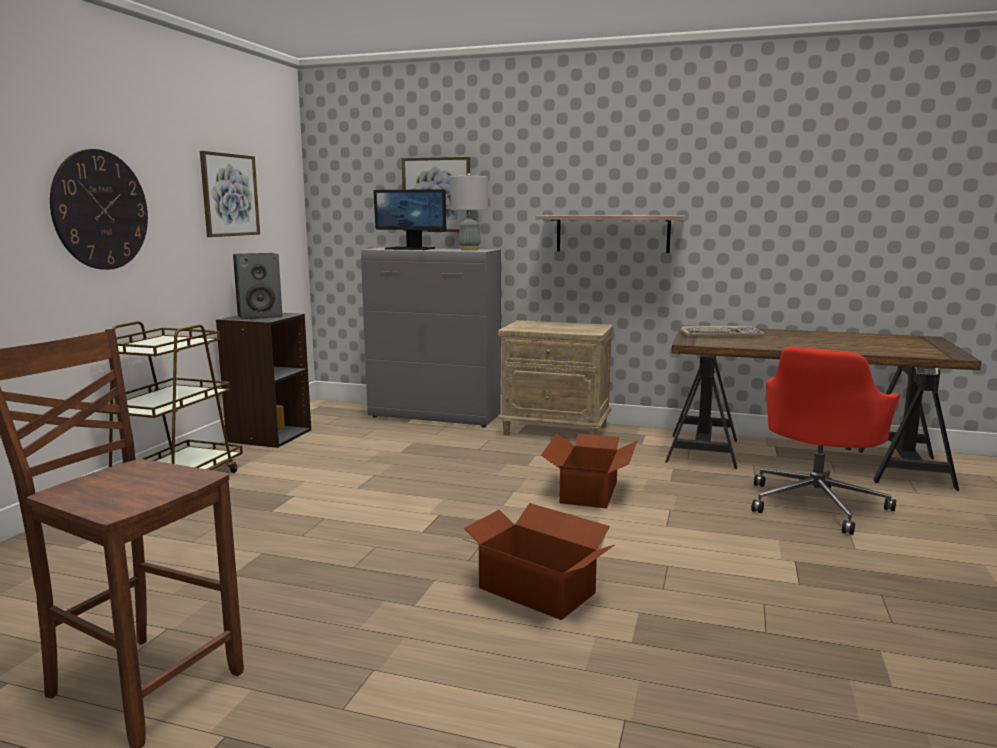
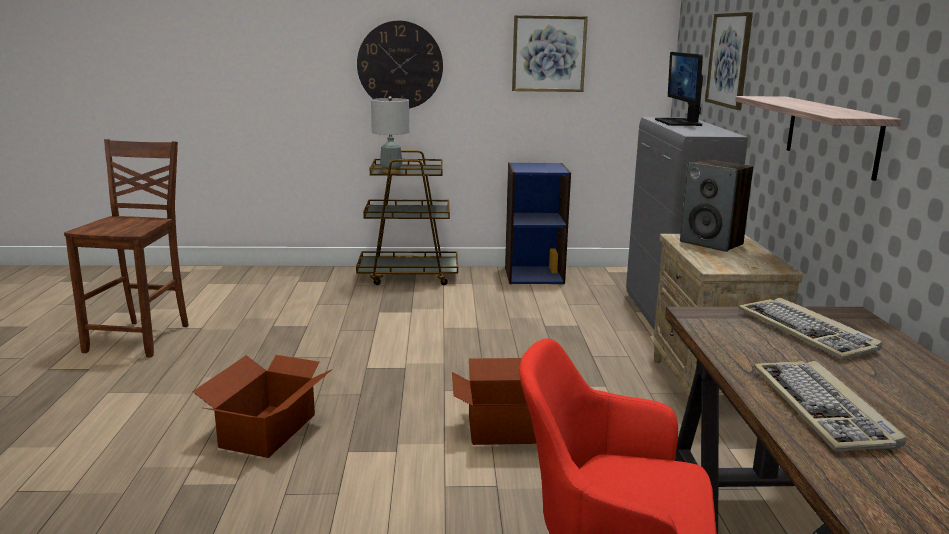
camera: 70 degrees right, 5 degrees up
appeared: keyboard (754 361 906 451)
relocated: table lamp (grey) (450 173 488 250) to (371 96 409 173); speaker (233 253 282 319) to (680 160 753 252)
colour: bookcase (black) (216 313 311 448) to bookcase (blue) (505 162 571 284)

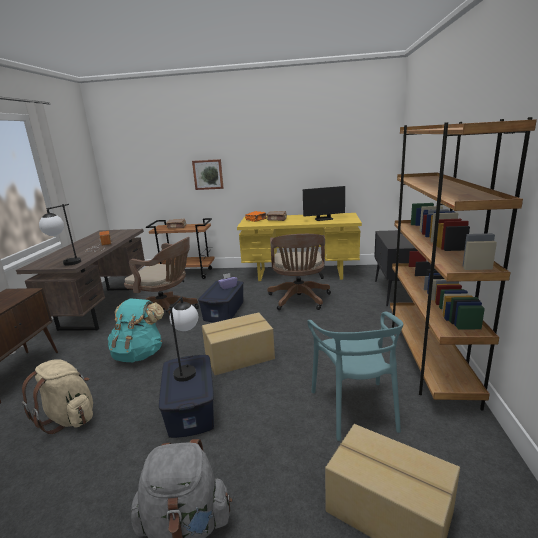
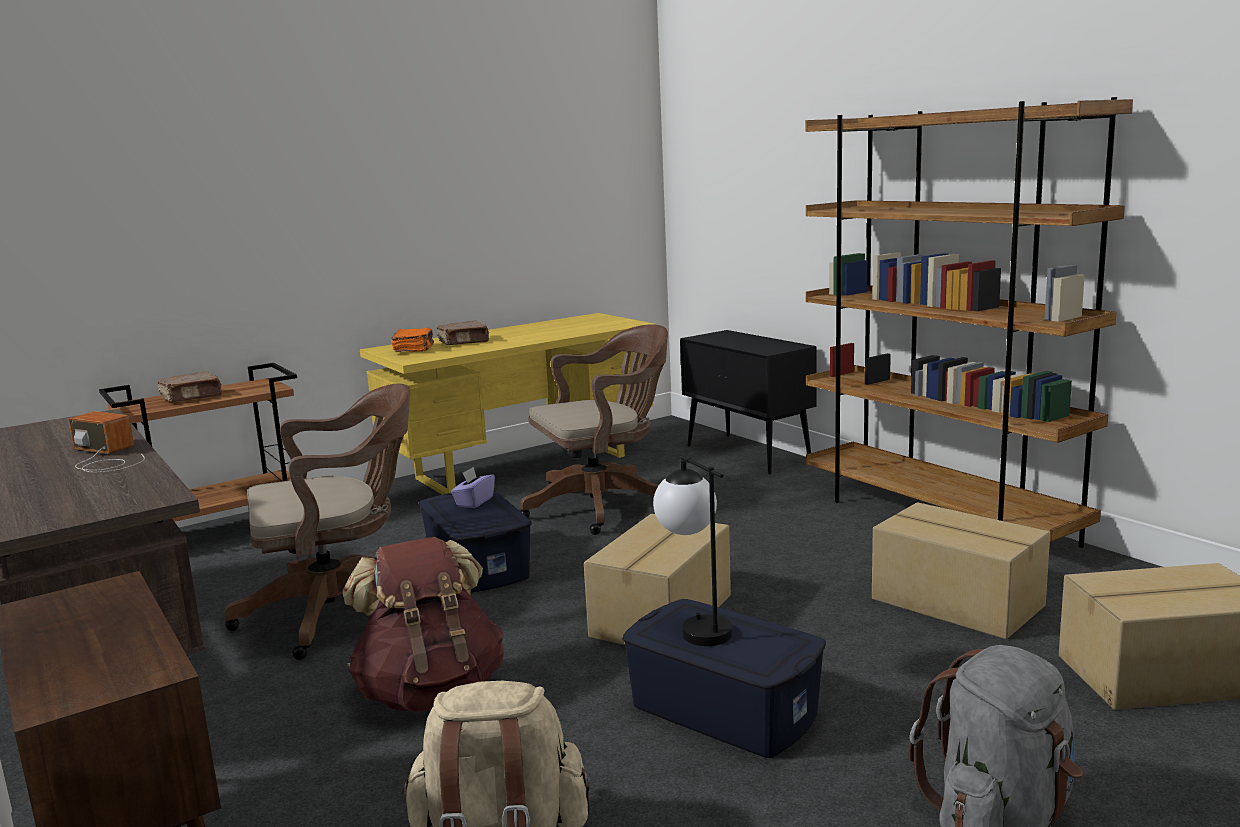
camera: 40 degrees left, 5 degrees down
missing: table lamp (39 204 81 265); picture (192 159 223 190); monitor (303 186 345 221)
exchanged: chair (turquoise) (308 312 403 441) to cardboard box (872 502 1050 639)
colour: backpack (turquoise) (108 298 164 362) to backpack (brown) (343 537 504 712)
spun: office chair (brown) (267 234 331 310) = (520 324 668 535) 75 degrees counterclockwise

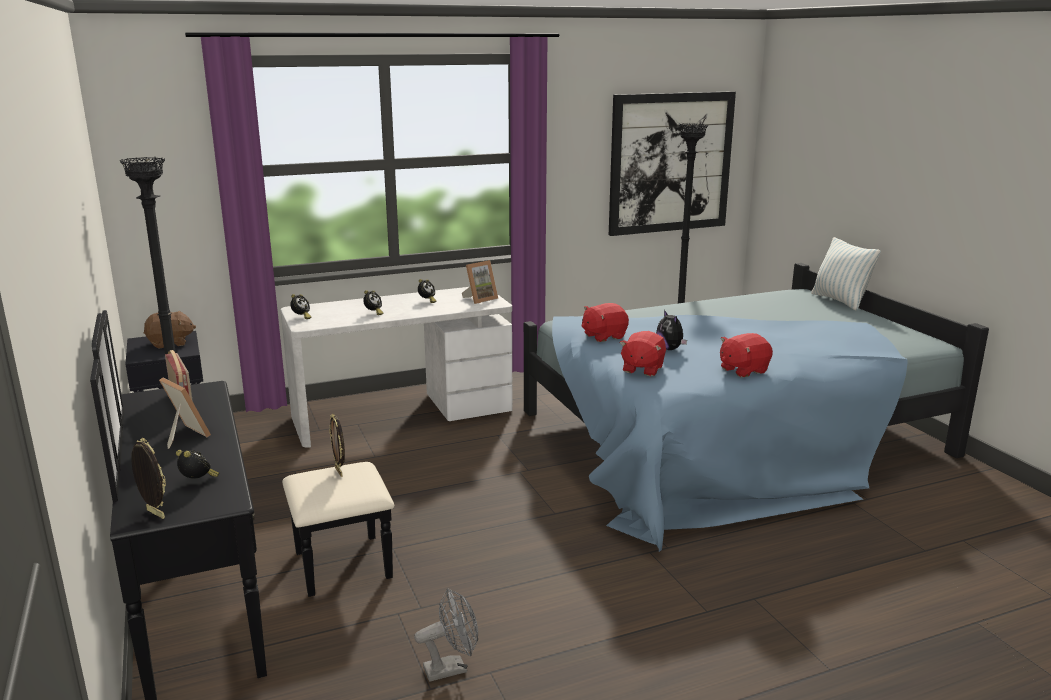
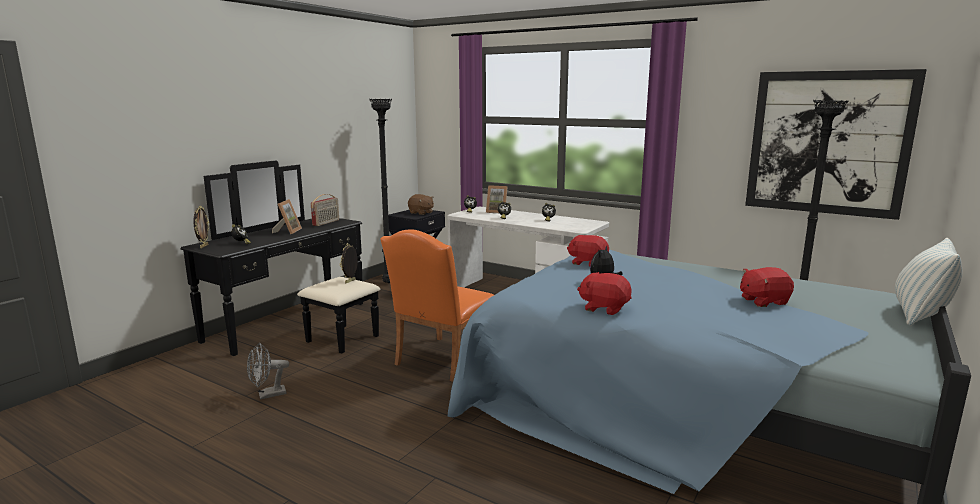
camera: 55 degrees right, 5 degrees down
appeared: chair (orange) (380 229 494 382)
relocated: picture frame (462 260 498 304) to (486 185 507 213); plush toy (red) (619 331 666 376) to (740 267 794 307)
spun: fan (grey) (414 588 478 682) = (247 343 289 399) 120 degrees clockwise

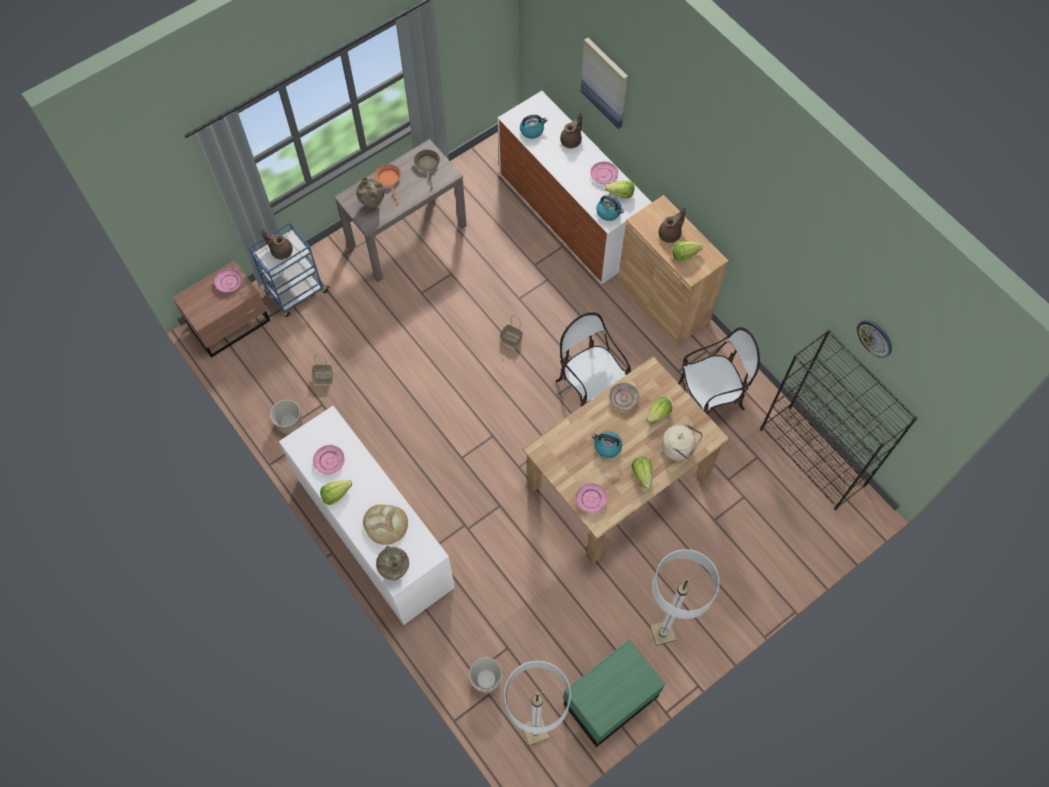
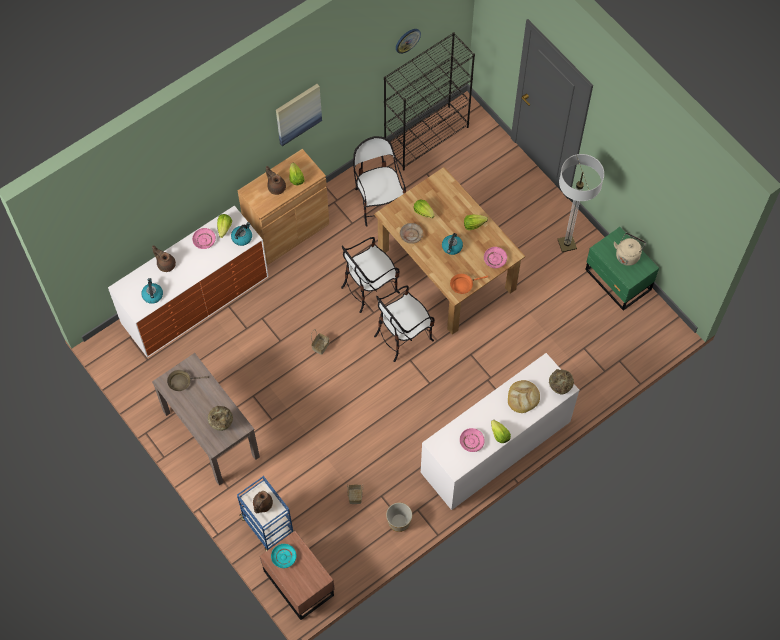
camera: 90 degrees left, 0 degrees up
missing: planter (469 657 502 694); floor lamp (504 661 571 746)
appeared: chair (374 285 435 362)
relocated: picture (581 38 628 129) to (276 84 322 146); frying pan (orange) (375 164 401 204) to (450 274 488 294); kettle (beige) (662 421 703 461) to (614 233 646 266)
colour: plate (pink) (214 268 242 293) to plate (turquoise) (271 544 297 568)

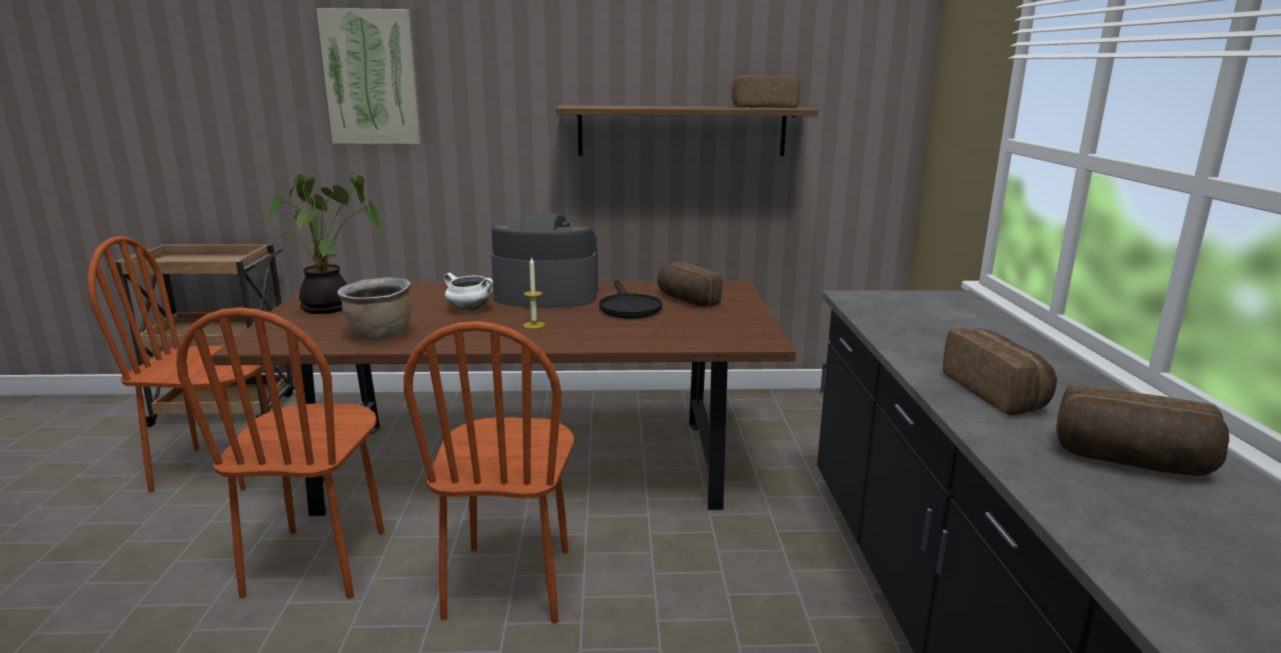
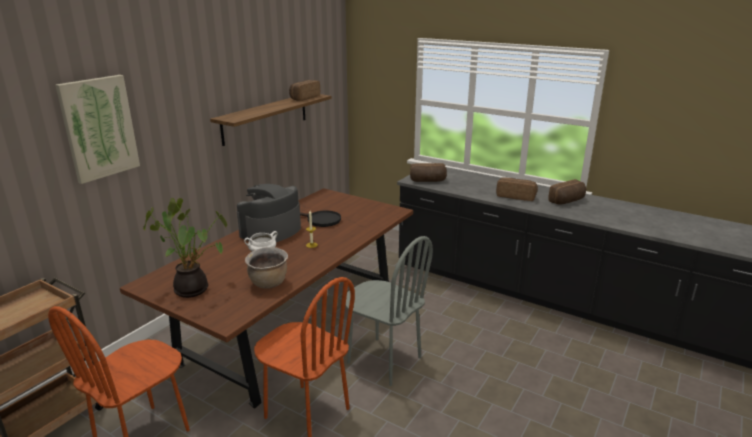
camera: 55 degrees left, 5 degrees up
relocated: bread (657 261 722 306) to (410 163 447 182)
colour: chair (brown) (404 321 574 624) to chair (grey) (345 236 433 386)

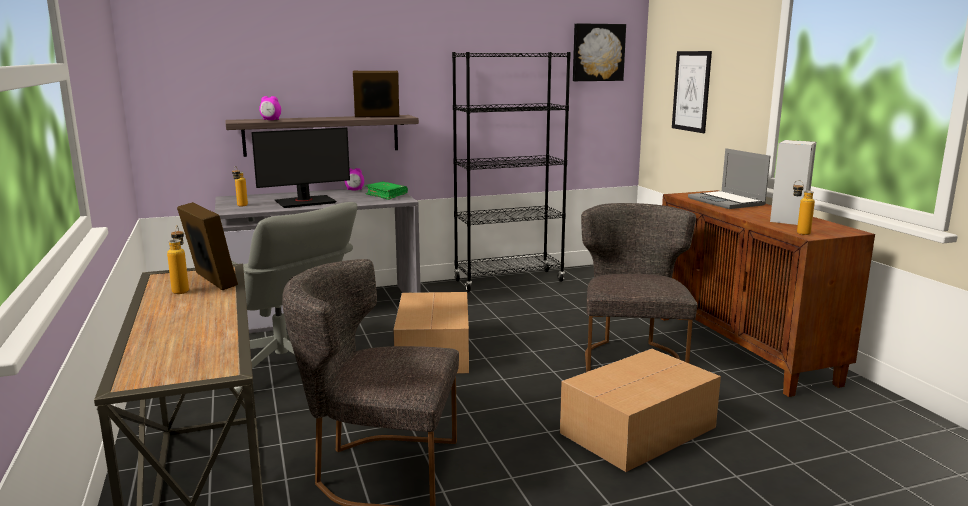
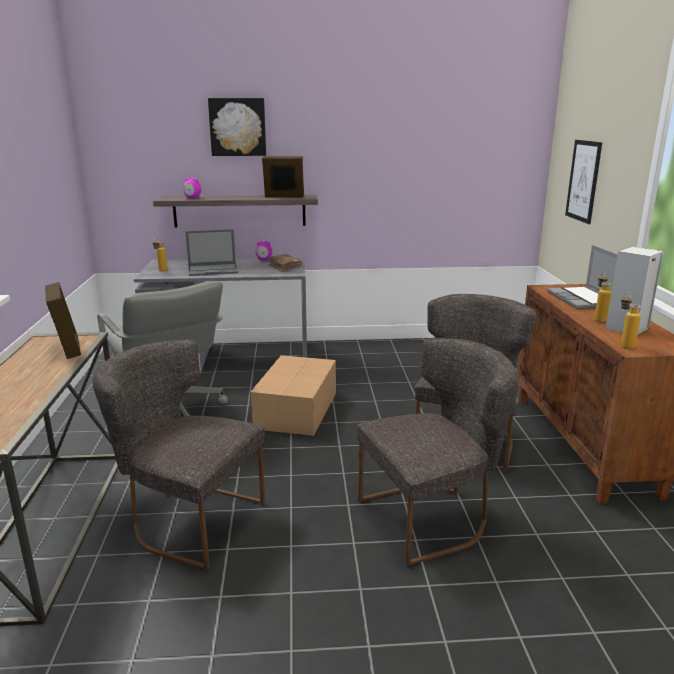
camera: 15 degrees right, 5 degrees up
missing: bookcase (black) (452 52 571 292)
relocated: picture (573 23 626 81) to (208 98 266 156); bottle (167 225 189 294) to (594 272 611 323)
exchanged: monitor (251 127 350 208) to laptop (185 229 238 276); cardboard box (560 349 721 472) to chair (grey) (357 338 519 566)
colour: book (green) (365 182 408 200) to book (brown) (268 254 302 272)

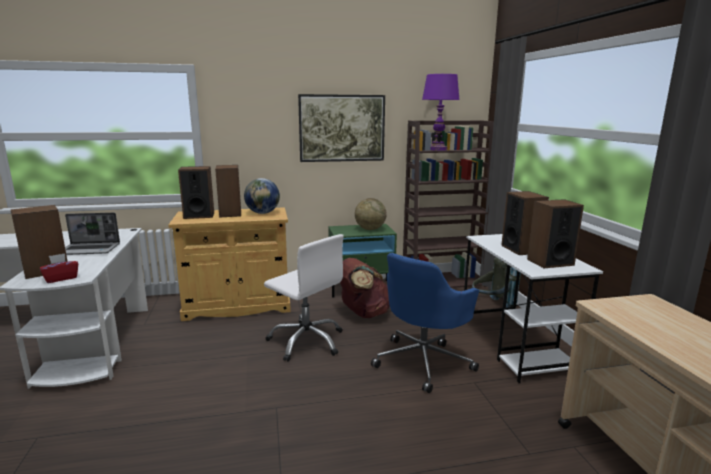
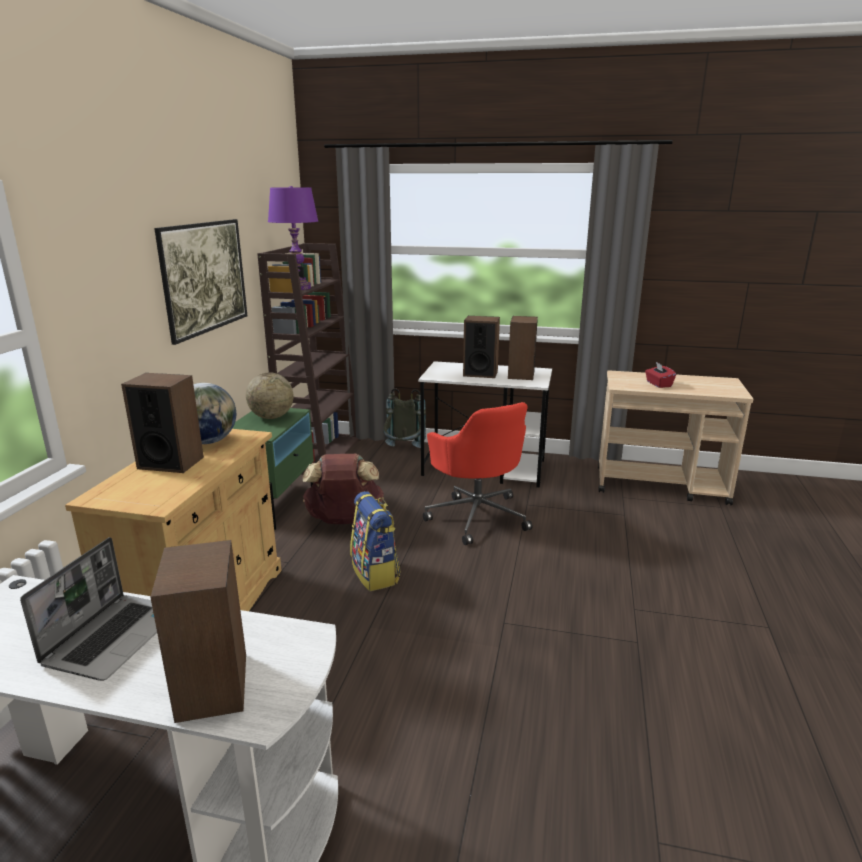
camera: 65 degrees left, 5 degrees up
missing: speaker (178 166 214 219)
relocated: tissue box (red) (40 253 78 283) to (645 362 676 388)
exchanged: office chair (white) (264 234 344 362) to backpack (350 491 401 591)
colour: office chair (blue) (371 253 479 393) to office chair (red) (423 402 533 545)

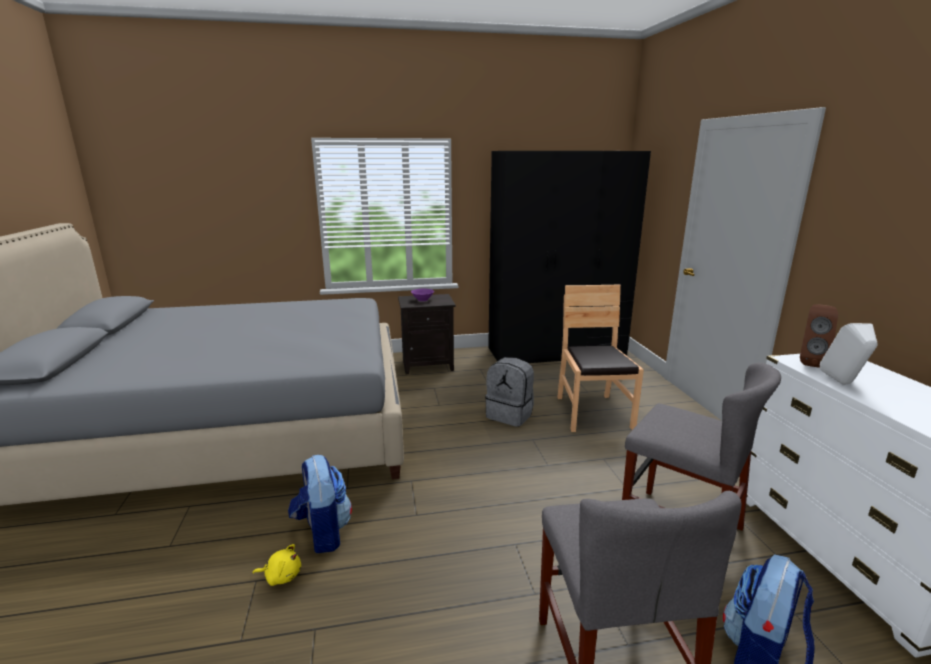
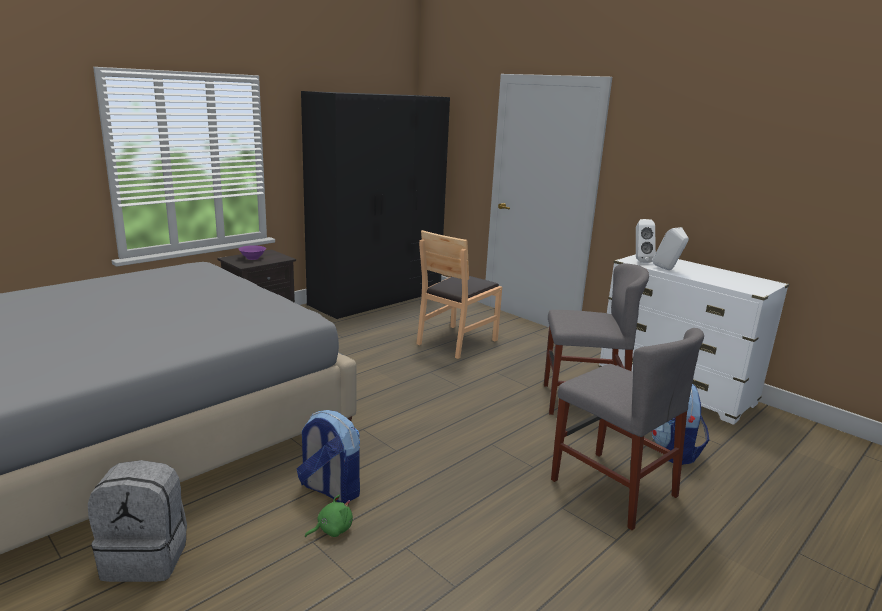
camera: 35 degrees left, 0 degrees up
relocated: backpack (grey) (485 357 534 427) to (88 460 187 582)
colour: plush toy (yellow) (252 544 301 586) to plush toy (green) (305 495 353 537); speaker (brown) (800 304 838 368) to speaker (white) (636 219 656 263)
spun: chair (brown) (557 285 644 432) = (416 230 502 359) 105 degrees counterclockwise

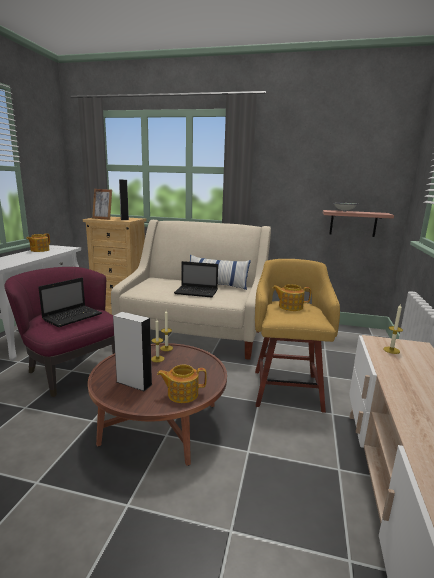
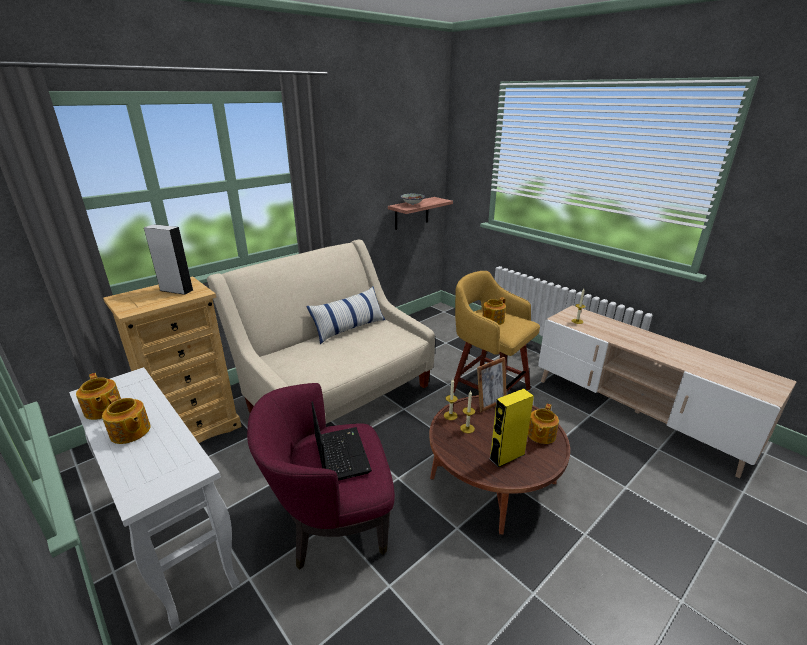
camera: 55 degrees left, 10 degrees up
missing: laptop (174 261 218 298)
appeared: teapot (102 395 151 444)
relocated: picture frame (92 189 112 220) to (477 357 507 412)
colour: speaker (grey) (113 312 153 391) to speaker (yellow) (489 388 534 468)

